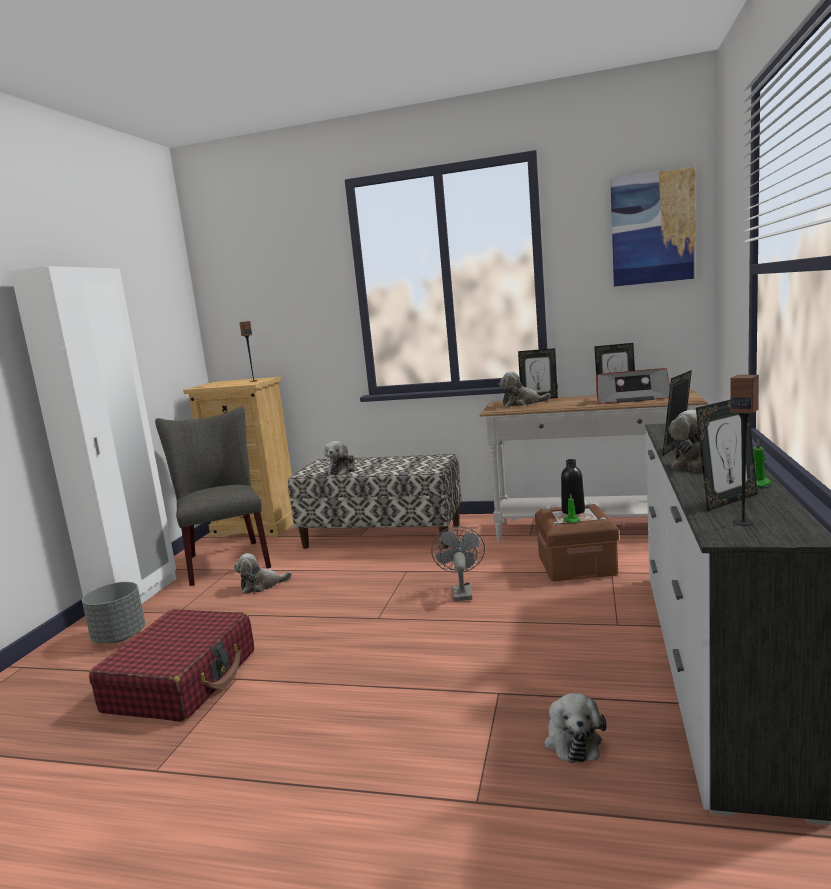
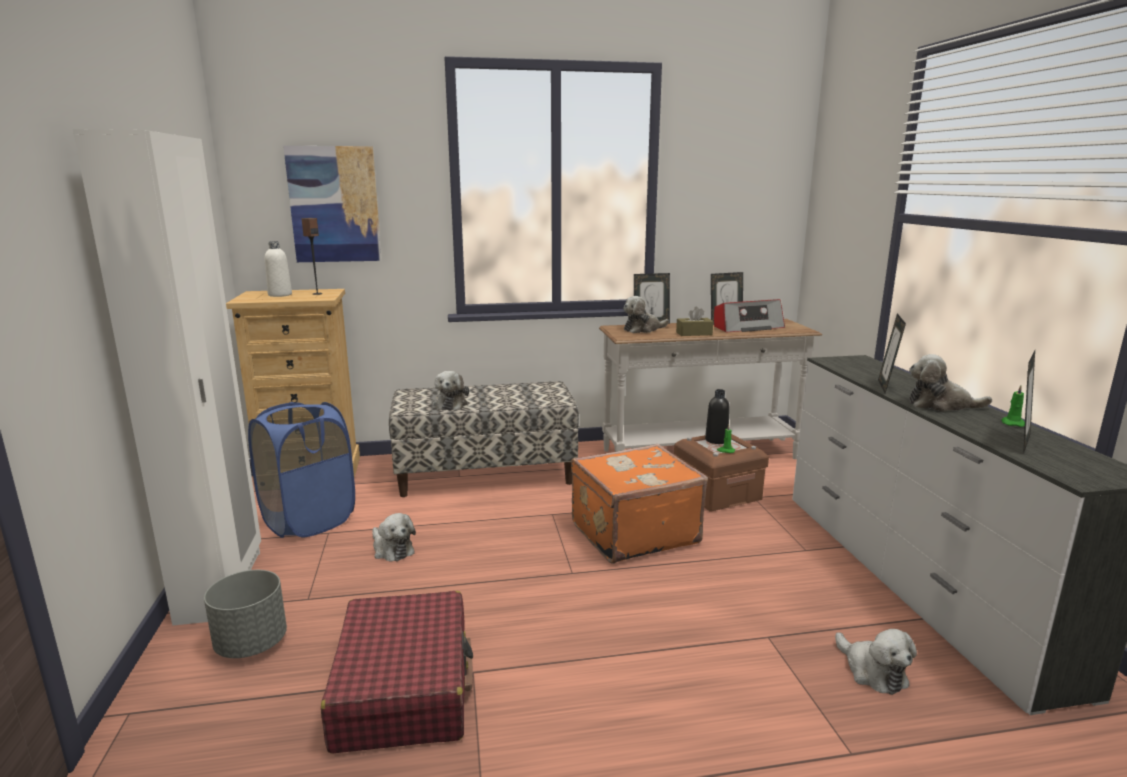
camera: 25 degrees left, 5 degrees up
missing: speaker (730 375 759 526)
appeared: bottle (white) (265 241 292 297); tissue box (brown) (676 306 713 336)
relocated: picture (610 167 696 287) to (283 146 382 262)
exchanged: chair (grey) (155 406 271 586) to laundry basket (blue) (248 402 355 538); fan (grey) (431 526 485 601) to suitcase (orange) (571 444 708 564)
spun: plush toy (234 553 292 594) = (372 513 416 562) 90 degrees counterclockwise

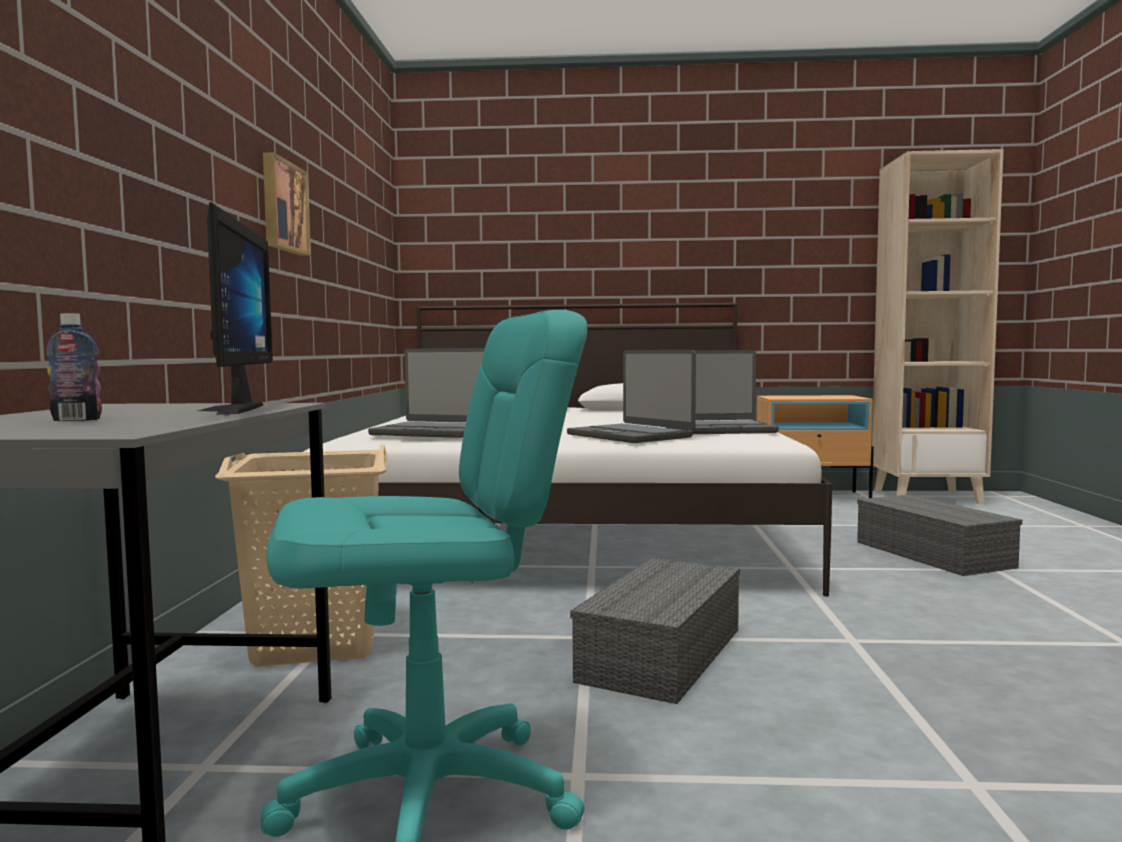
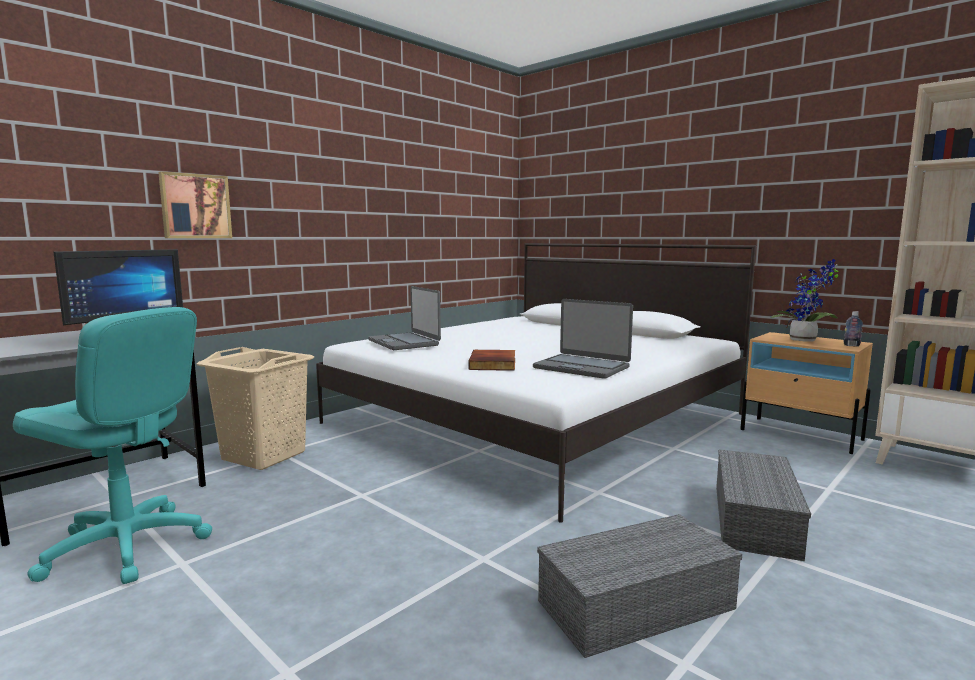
camera: 40 degrees right, 5 degrees up
appeared: potted plant (770 259 839 342)
relocated: picture (263 152 311 256) to (158 171 232 238); storage box (grey) (570 558 740 704) to (537 514 742 658); bottle (46 313 102 421) to (844 311 863 347)
exchanged: laptop (567 350 696 443) to book (468 350 515 371)

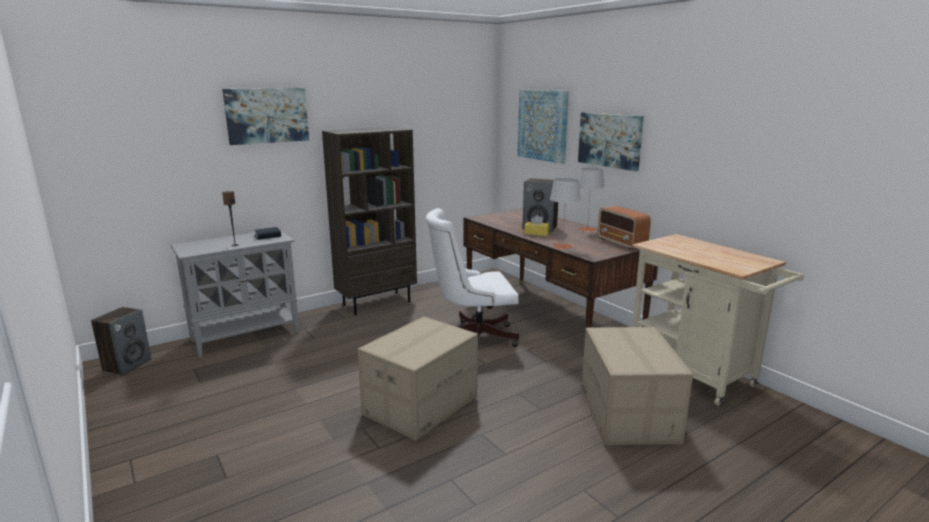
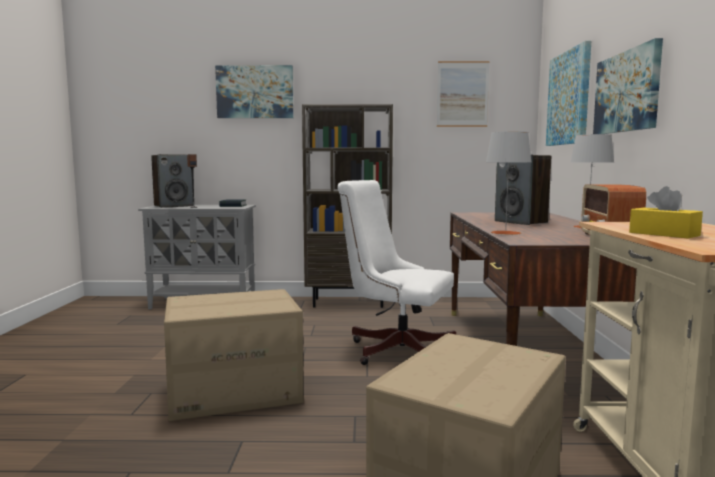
camera: 35 degrees right, 10 degrees down
appeared: picture (437 61 490 127)
relocated: speaker (91 307 151 376) to (151 154 193 208); tissue box (yellow) (524 215 549 236) to (629 186 703 239)

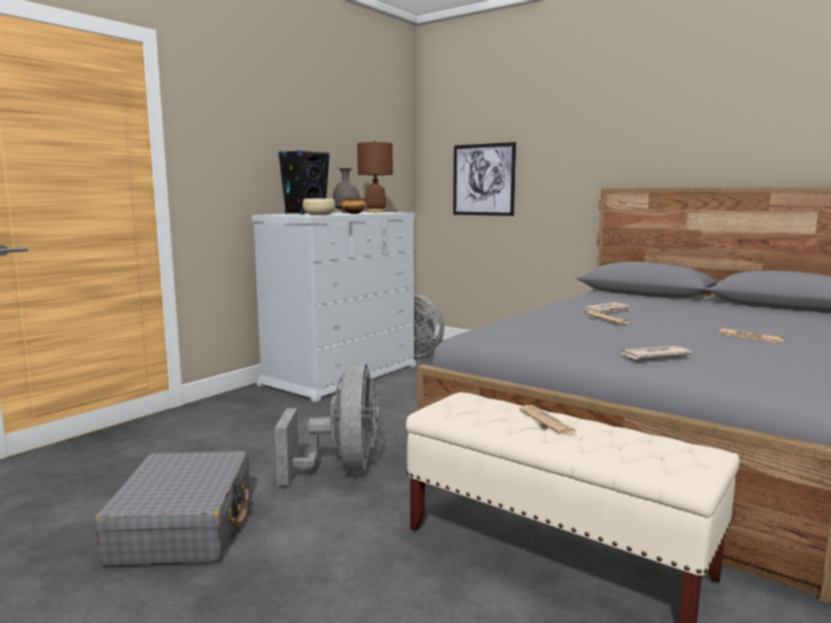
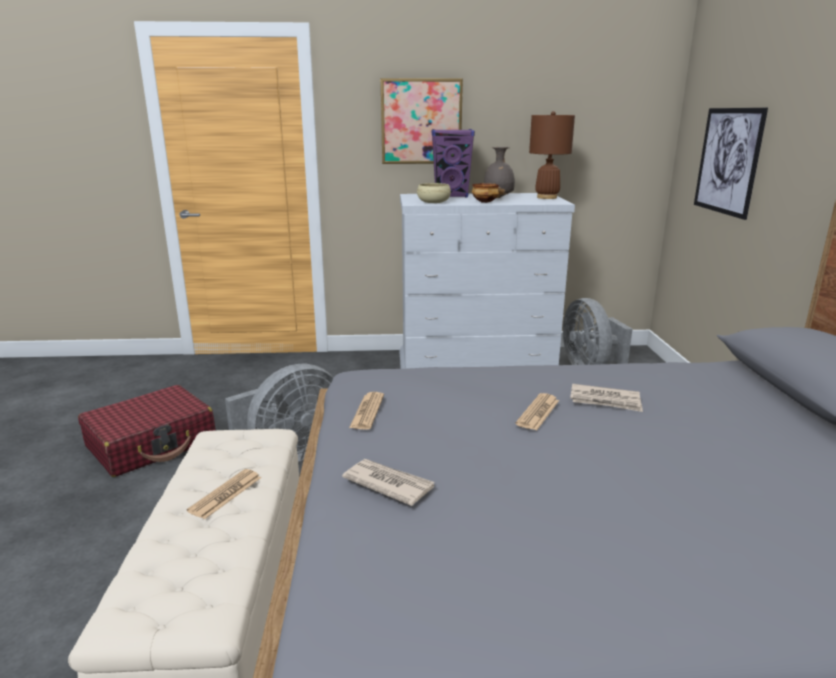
camera: 50 degrees right, 10 degrees up
appeared: picture (381 78 463 164)
relocated: newspaper (718 328 784 343) to (349 392 384 430)
colour: suitcase (grey) (95 451 250 566) to suitcase (red) (78 385 216 477); speaker (black) (278 150 330 214) to speaker (purple) (432 129 475 198)

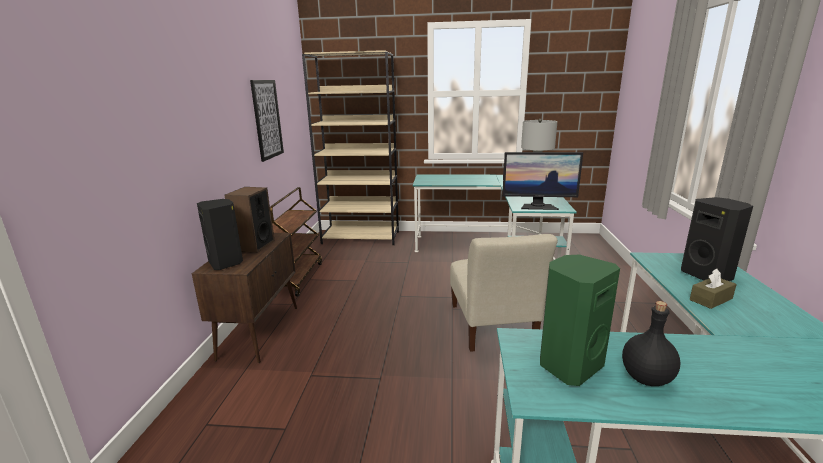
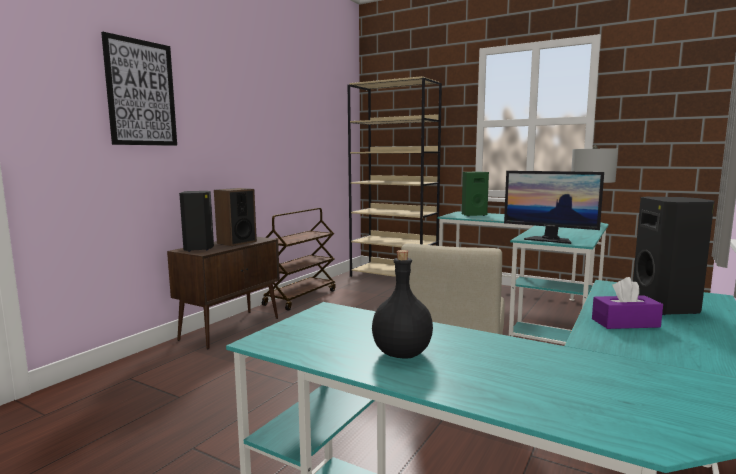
camera: 25 degrees right, 10 degrees down
relocated: picture (250 80 284 162) to (101 32 177 146); speaker (green) (540 255 620 386) to (462 172 489 217)
colour: tissue box (brown) (690 269 737 309) to tissue box (purple) (592 277 663 329)

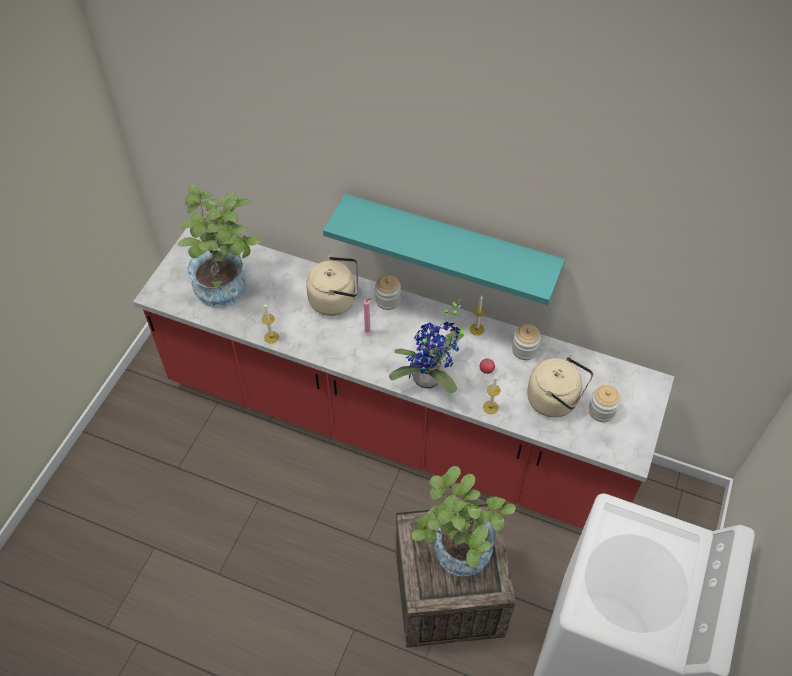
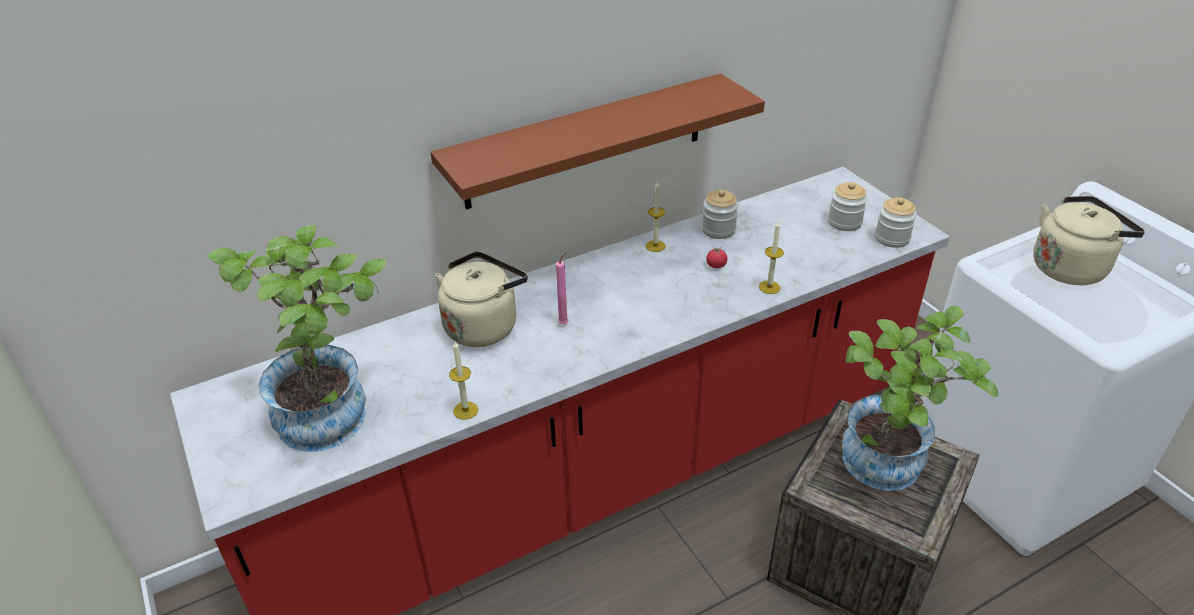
camera: 50 degrees left, 15 degrees down
missing: potted plant (389 299 464 394)
relocated: jar (375 275 401 310) to (875 198 917 248); kettle (beige) (527 355 593 418) to (1033 196 1145 285)
colour: shelf (turquoise) (323 194 565 305) to shelf (brown) (430 73 765 210)

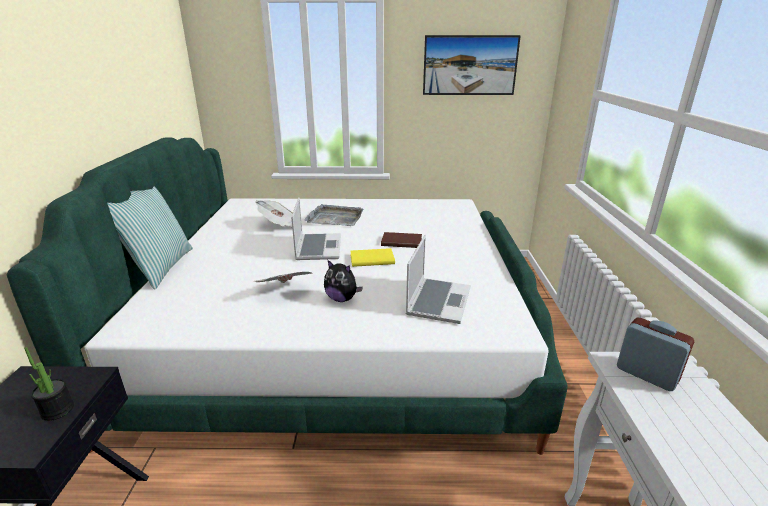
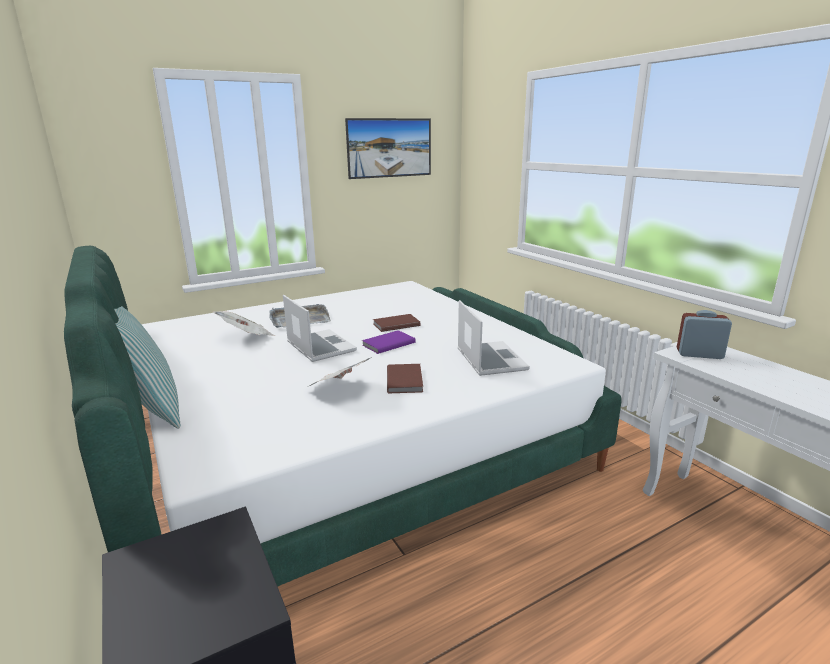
camera: 30 degrees left, 5 degrees down
missing: potted plant (24 347 74 421)
exchanged: plush toy (324 260 363 302) to book (brown) (387 364 423 393)
colour: book (yellow) (350 248 395 267) to book (purple) (362 330 416 354)

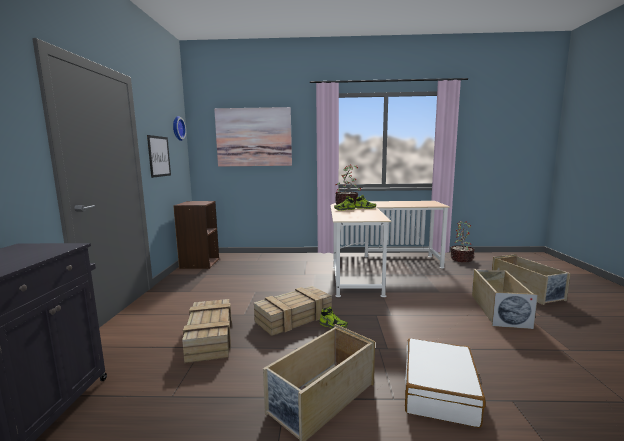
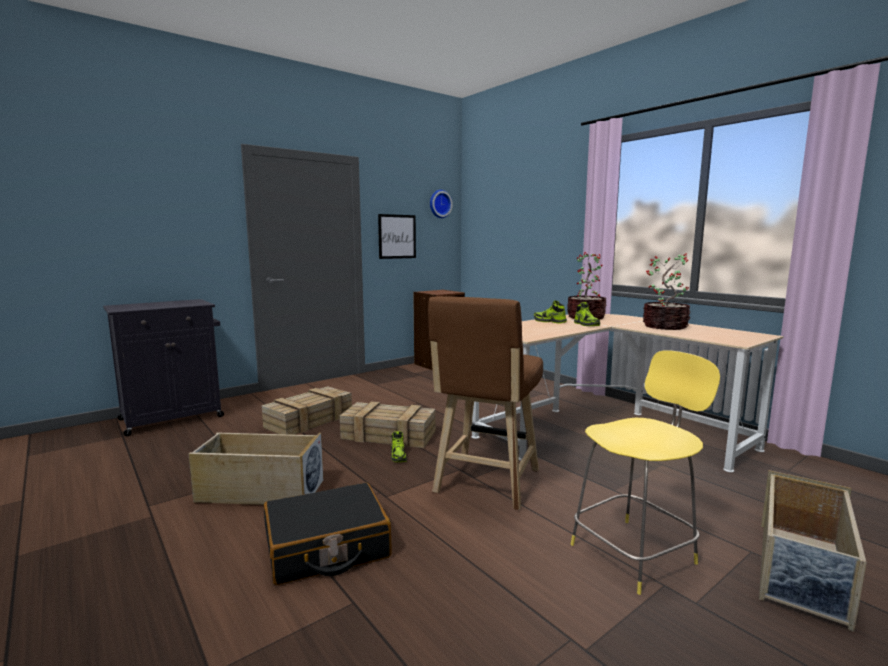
camera: 50 degrees right, 0 degrees up
missing: picture (214 107 292 167)
appeared: stool (brown) (428 296 543 510)
relocated: potted plant (450 221 475 262) to (643 253 691 330)
exchanged: storage box (beige) (472 269 538 329) to stool (yellow) (571 351 720 595)
colour: suitcase (white) (405 338 486 428) to suitcase (black) (264 483 392 585)

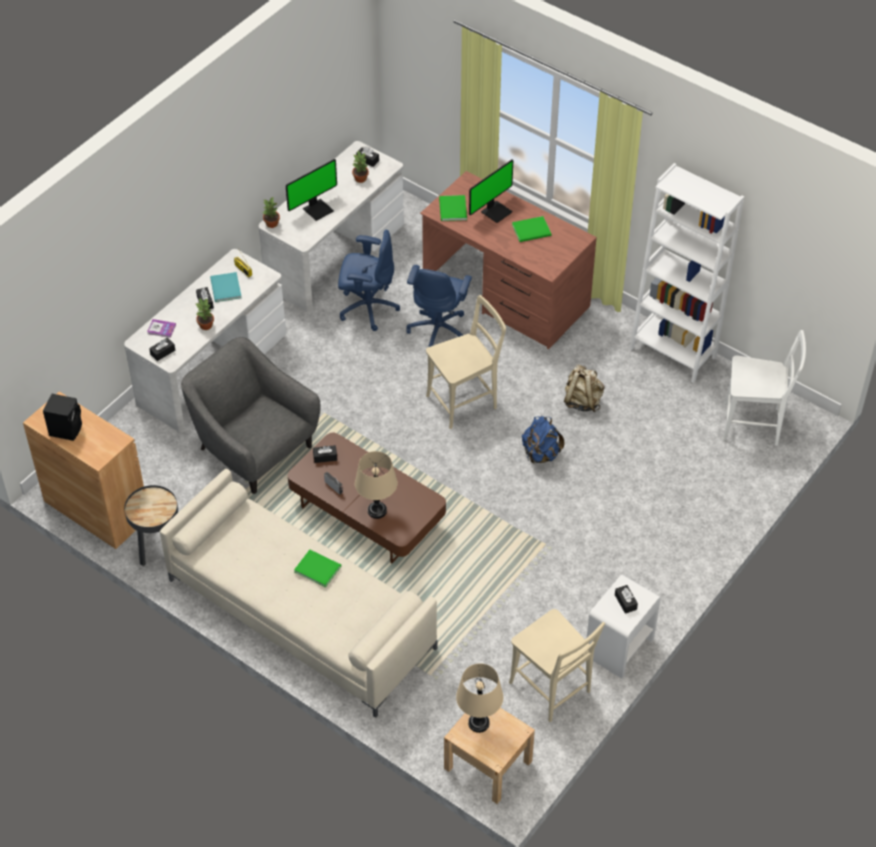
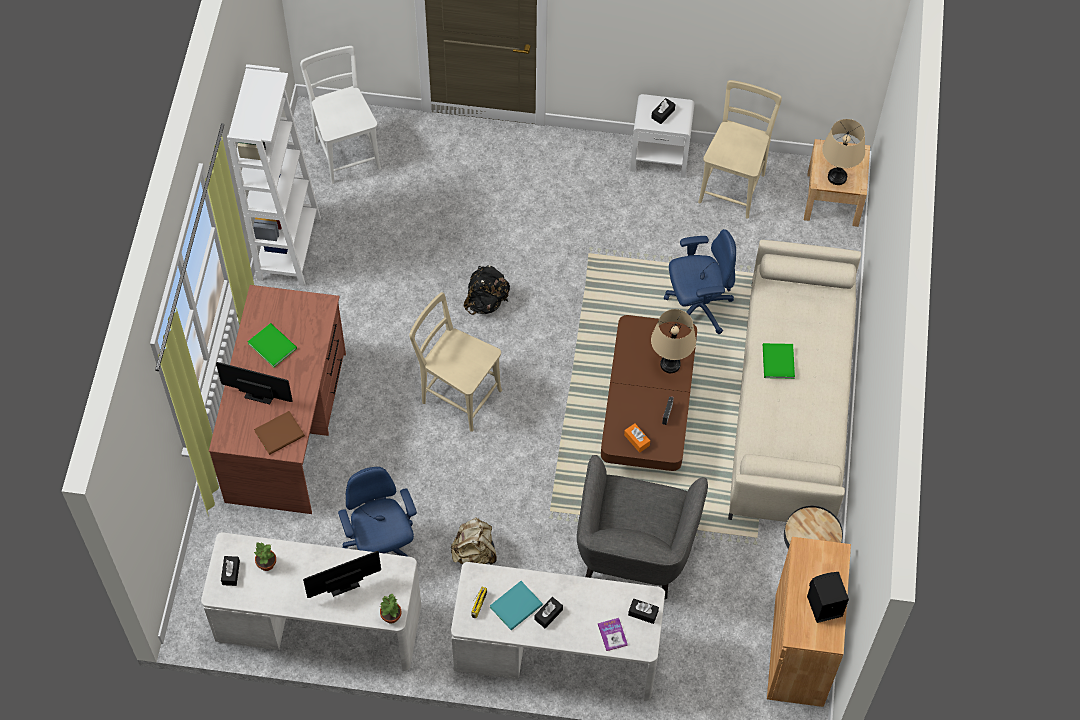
camera: 120 degrees left, 10 degrees up
missing: potted plant (196 298 214 330)
relocated: backpack (beige) (564 365 605 412) to (451 517 497 565); office chair (blue) (406 265 472 347) to (663 229 736 334)
colour: book (green) (439 195 467 221) to book (brown) (254 411 305 455); backpack (blue) (522 416 564 463) to backpack (black) (464 265 510 315); tissue box (black) (313 445 337 463) to tissue box (orange) (624 423 650 453)
spun: monitor (286 159 337 221) = (303 551 381 598) 45 degrees counterclockwise

